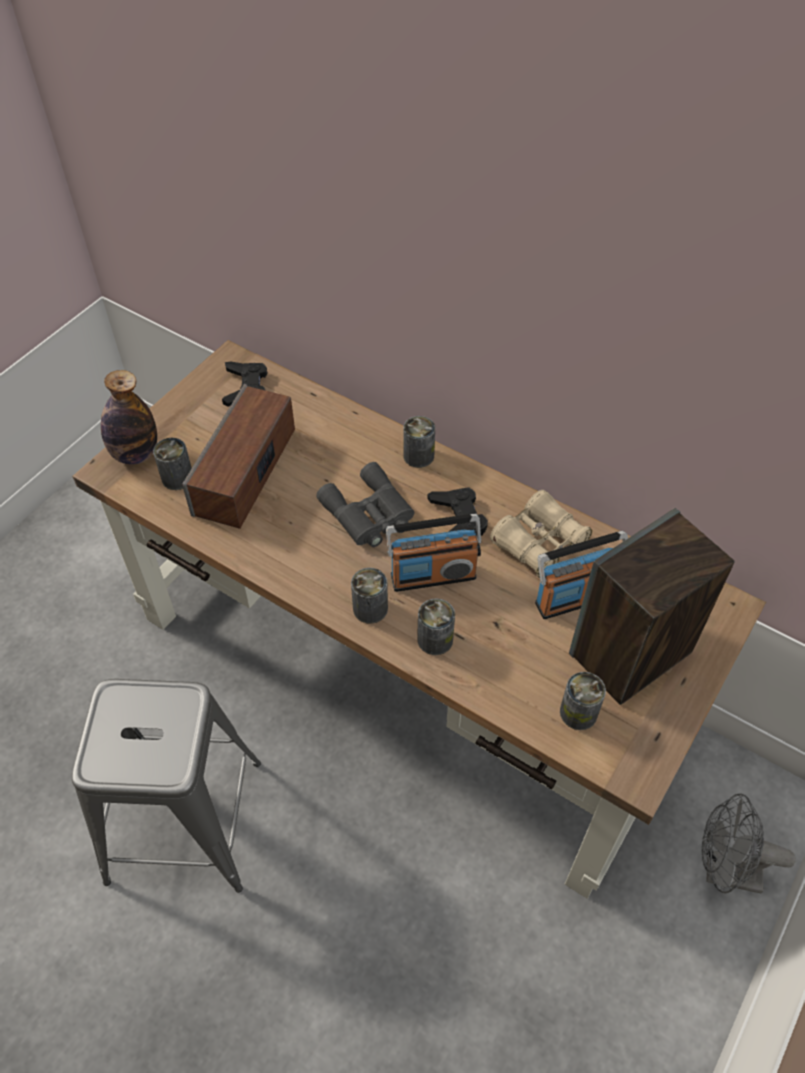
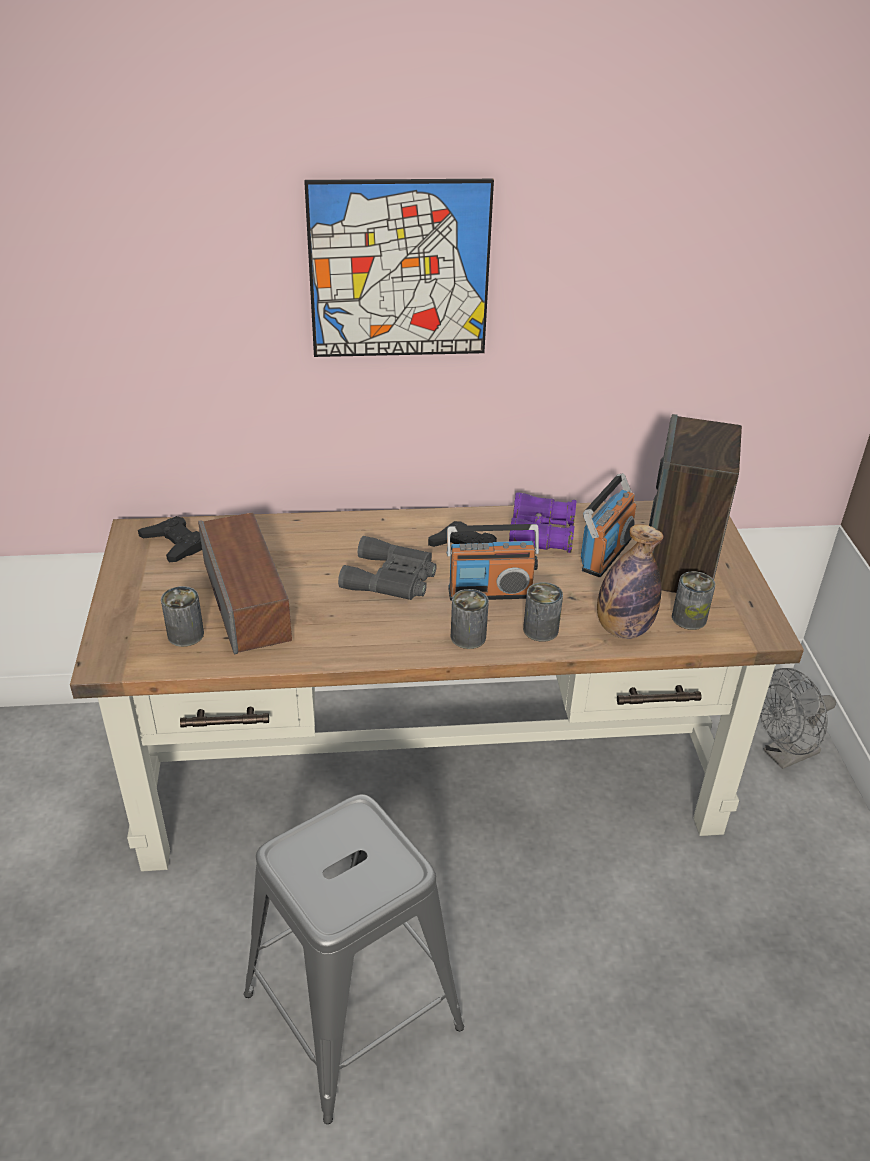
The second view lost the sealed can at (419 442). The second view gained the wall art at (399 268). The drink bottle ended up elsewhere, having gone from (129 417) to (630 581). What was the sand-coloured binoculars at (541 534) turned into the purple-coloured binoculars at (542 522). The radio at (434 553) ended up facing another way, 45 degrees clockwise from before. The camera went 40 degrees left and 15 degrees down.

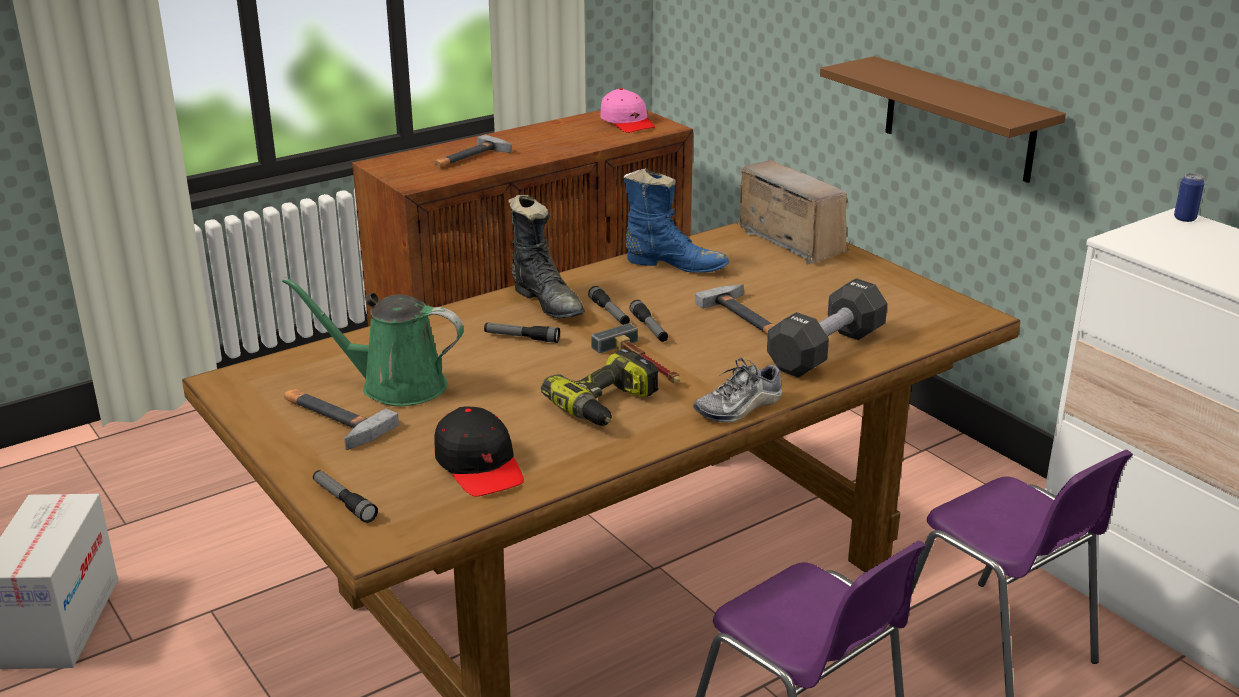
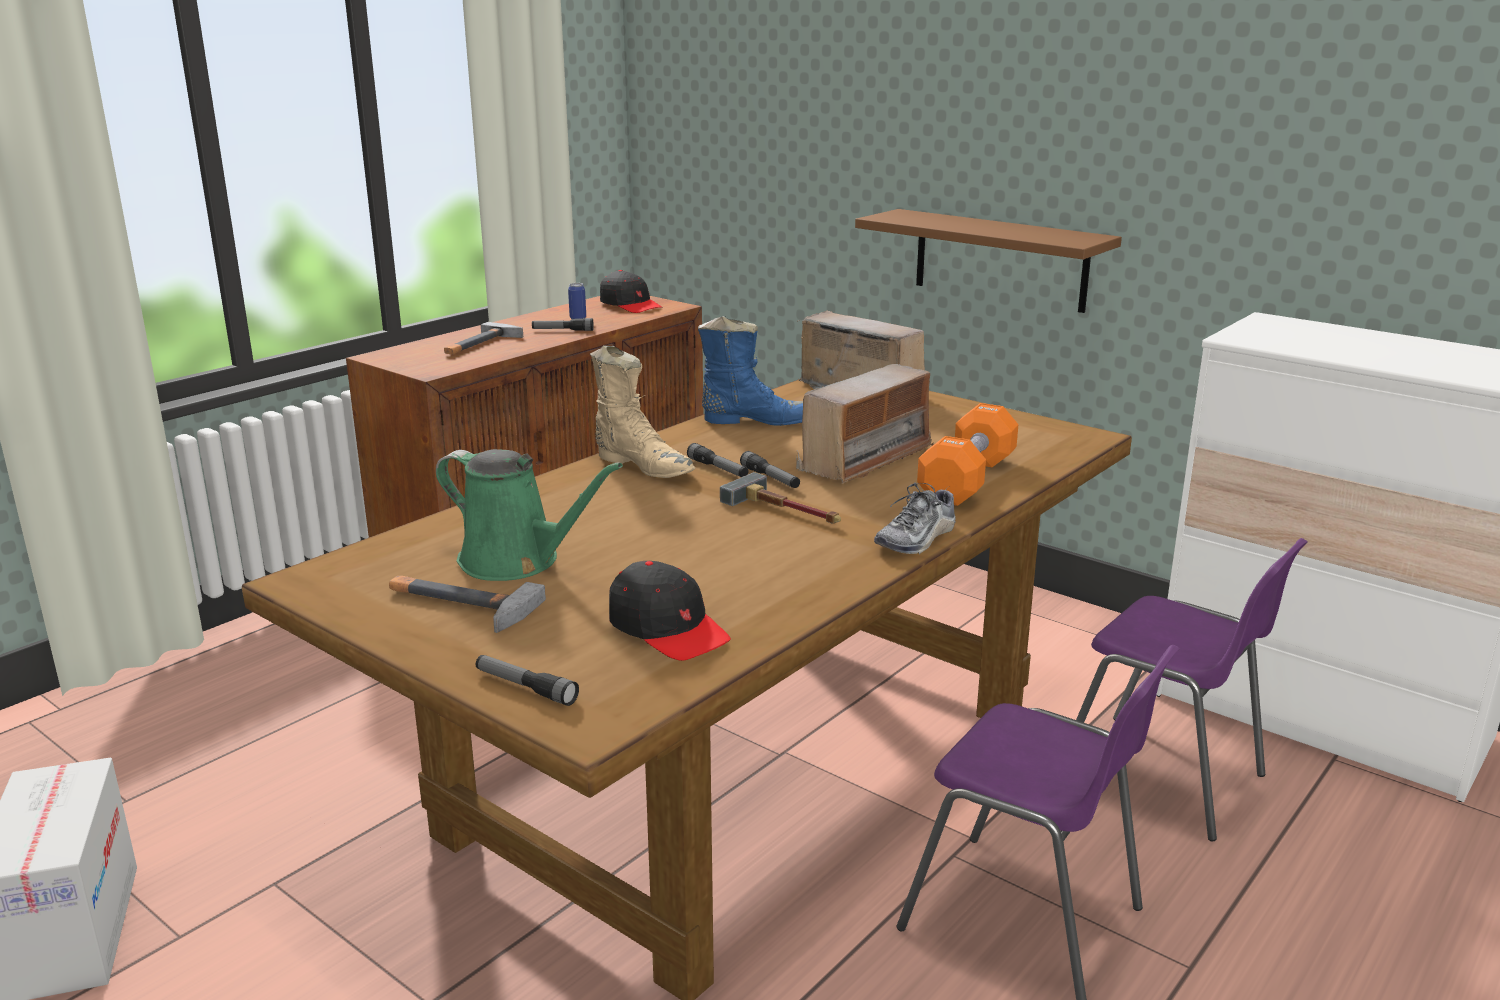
The second view lost the power drill at (599 387). The hand torch ended up elsewhere, having gone from (522 333) to (563 324). The sealed can ended up elsewhere, having gone from (1189 197) to (577 301). Where the tool hammer stood at (735 309), the radio came to stand at (865 424). What was the black high-top boot at (546 257) turned into the sand-coloured high-top boot at (642 412). What was the pinkish baseball cap at (627 110) turned into the black baseball cap at (631 291). What was the black hand weight at (827 328) turned into the orangey hand weight at (967 454). The green-coloured watering can at (373 341) ended up facing another way, 150 degrees counterclockwise from before. The camera went 15 degrees left and 5 degrees down.

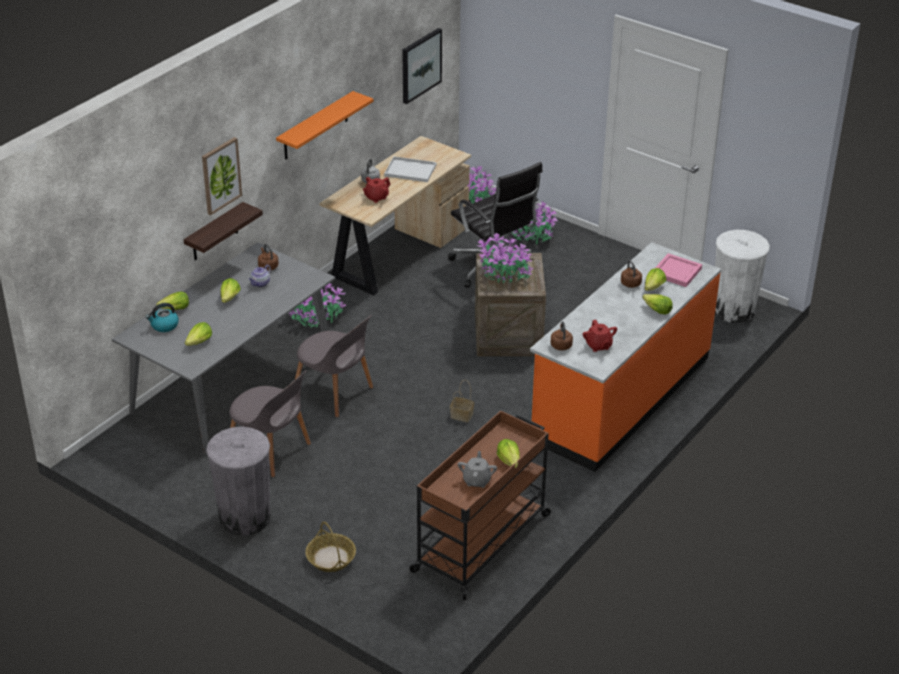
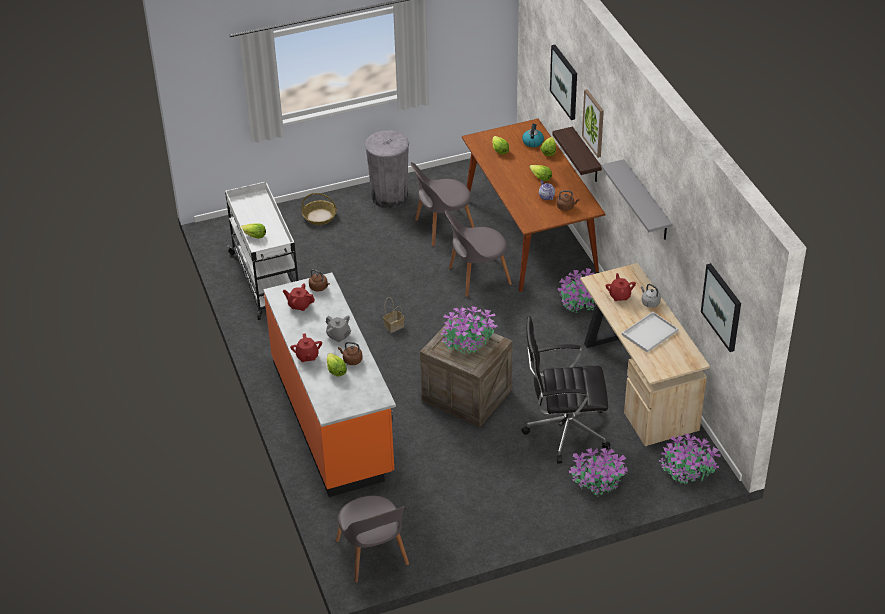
The second view lost the pinkish tray at (678 270). The second view gained the wall art at (563 82). The gray tea pot ended up elsewhere, having gone from (477 469) to (338 329). Where the lettuce head stood at (657 304), the red-coloured tea pot came to stand at (306 347). Where the whitish trash can stood at (742 276), the gray plain chair came to stand at (372 539). What was the gray kitchen table at (223 348) turned into the brown kitchen table at (534 205). What was the orangey wall shelf at (325 125) turned into the gray wall shelf at (636 199). What was the brown wheeled cart at (479 505) turned into the whitish wheeled cart at (261 250). The camera went 125 degrees right and 5 degrees up.

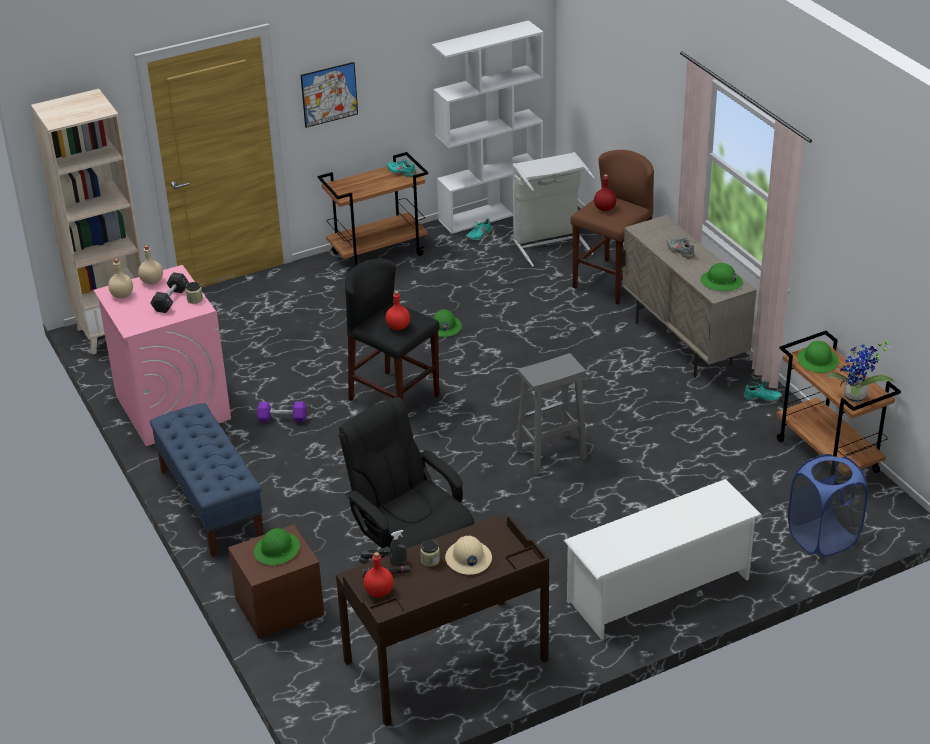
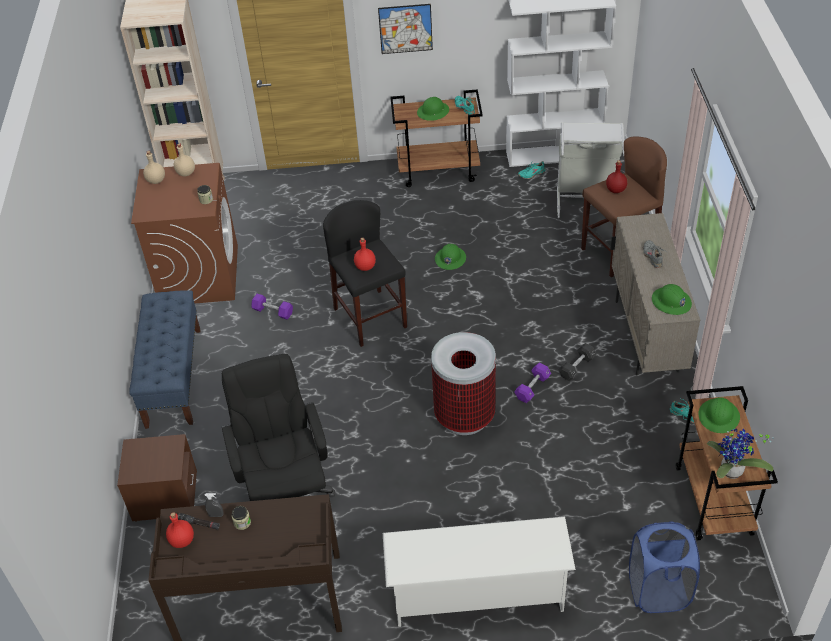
The second view lost the sand-coloured safety helmet at (468 555). The second view gained the purple-coloured hand weight at (532 383). The black hand weight ended up elsewhere, having gone from (169 292) to (577 362). The green-coloured safety helmet ended up elsewhere, having gone from (277 546) to (433 109). Where the gray sitting stool stood at (551 414), the trash can came to stand at (463 383). What was the pinkish laundry appliance at (162 355) turned into the brown laundry appliance at (184 233). The camera went 25 degrees right and 10 degrees up.

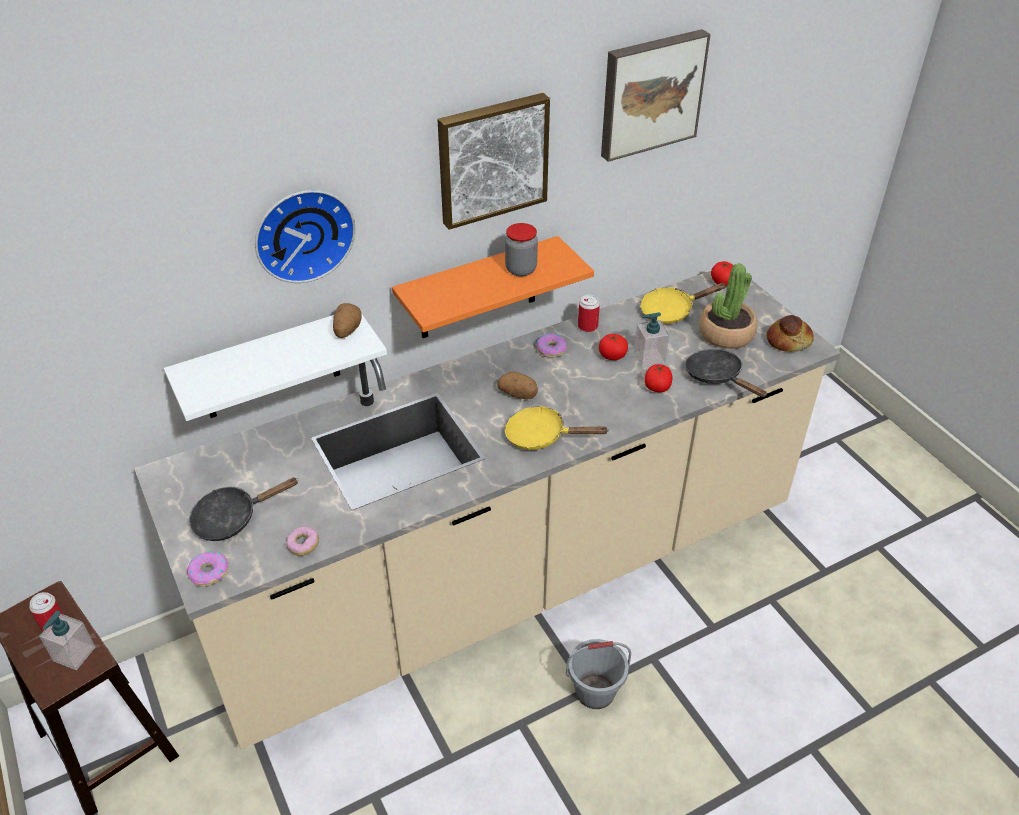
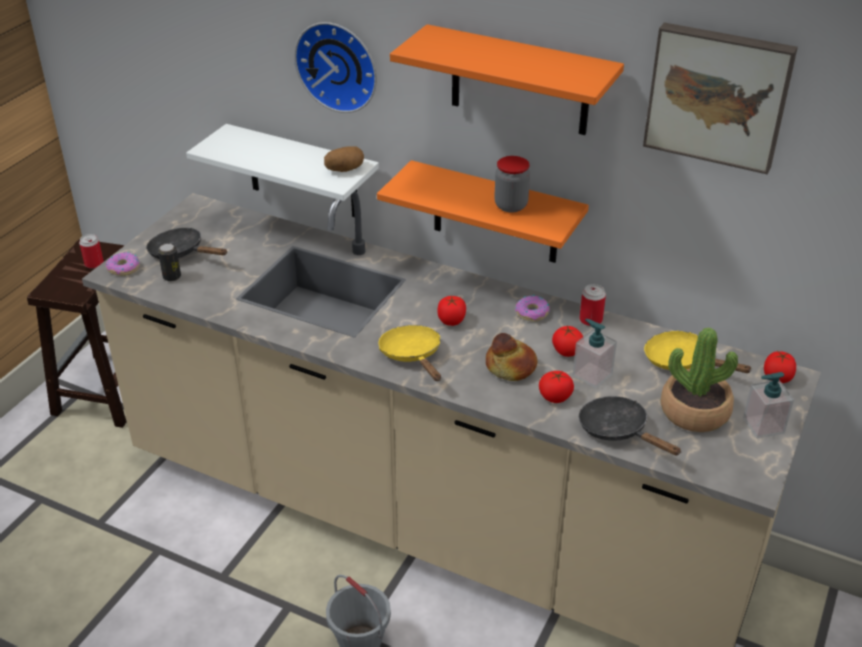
The second view lost the doughnut at (302 541). The second view gained the sealed can at (169 262). The soap bottle ended up elsewhere, having gone from (67 640) to (768 405). The bakery bread ended up elsewhere, having gone from (790 333) to (512 357). Where the wall art hung at (493 161), the orangey wall shelf came to hang at (507 79). Where the spud stood at (517 385), the whole tomato came to stand at (451 311). The black skillet at (726 373) ended up facing another way, 60 degrees counterclockwise from before. The camera went 55 degrees right and 5 degrees down.

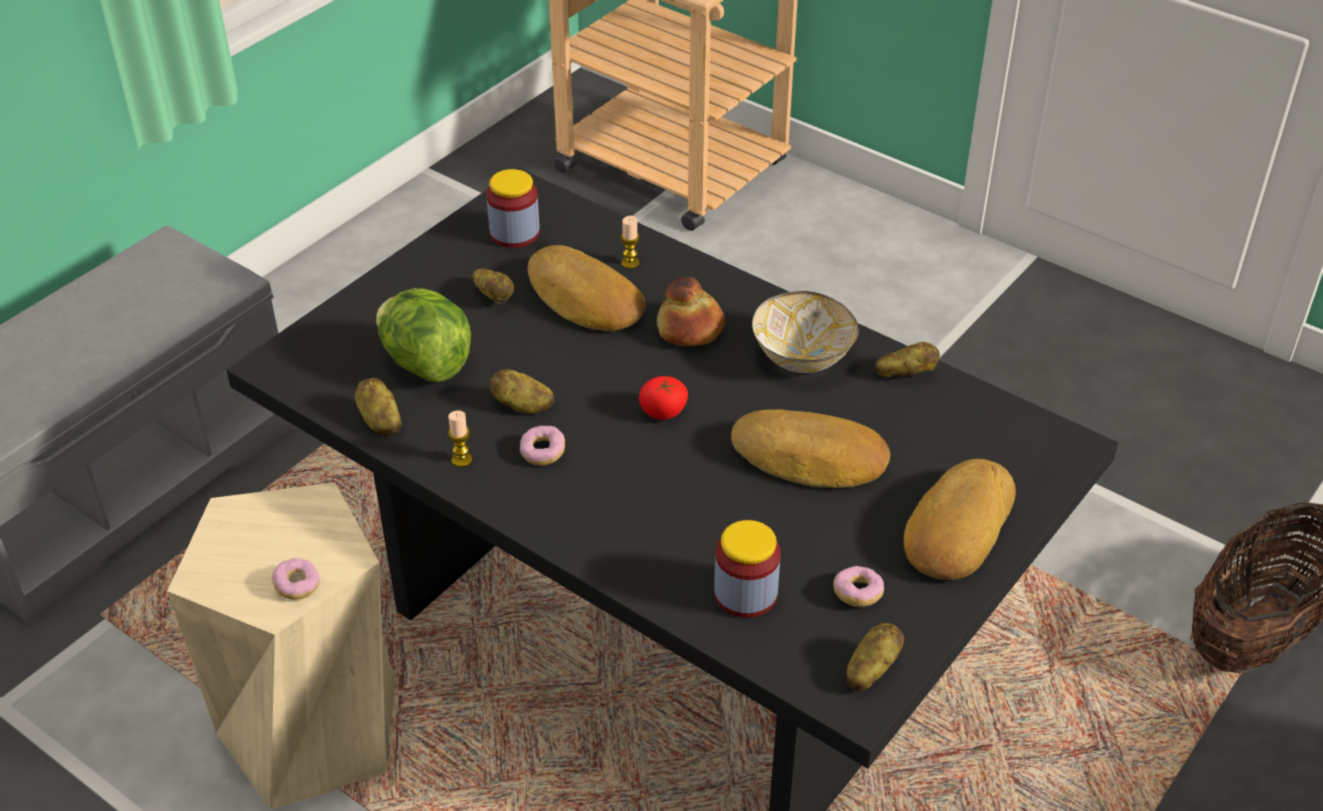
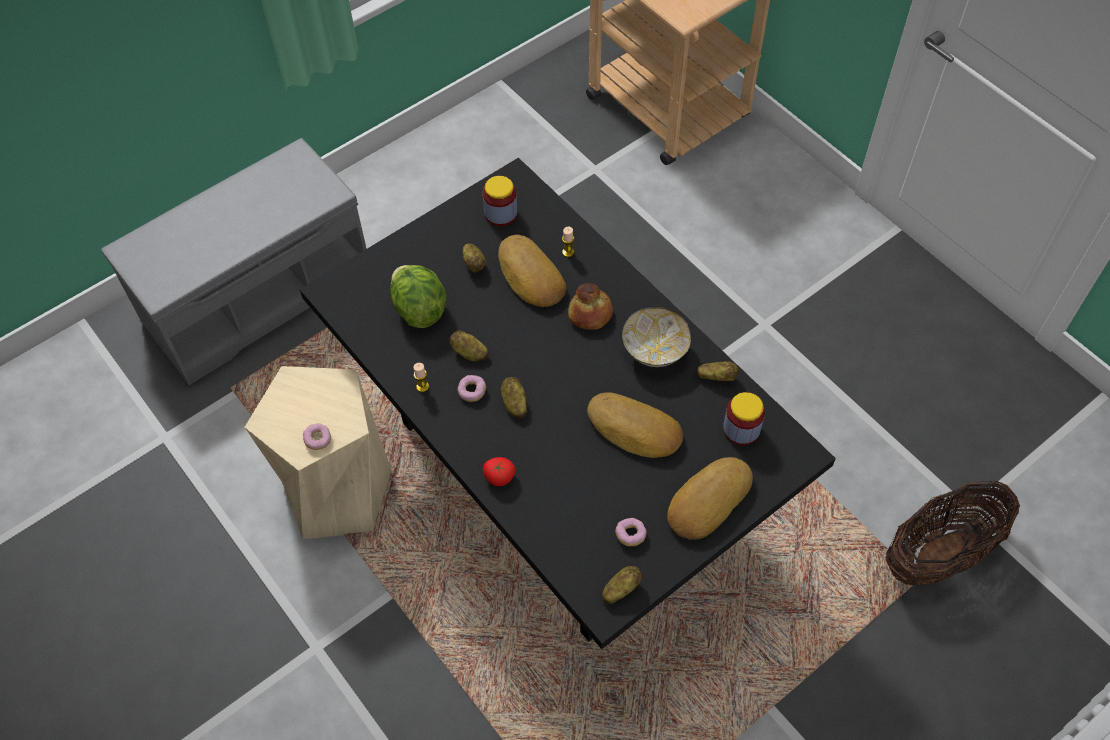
The spud ended up elsewhere, having gone from (378 407) to (514 397). The whole tomato ended up elsewhere, having gone from (663 398) to (499 471). The storage jar ended up elsewhere, having gone from (747 569) to (744 418). The camera went 15 degrees right and 15 degrees up.

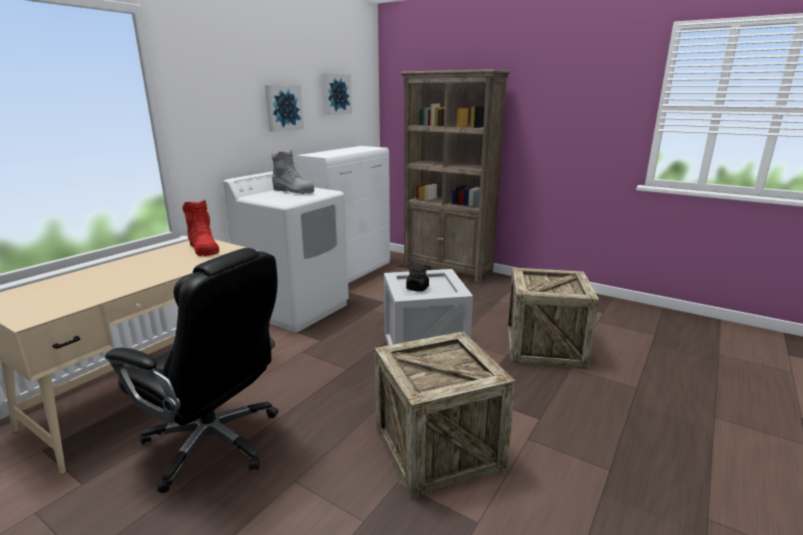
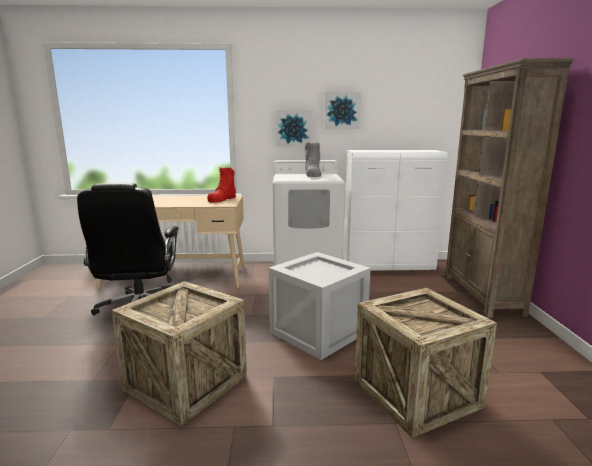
The second view lost the black storage jar at (417 278). The wall art ended up elsewhere, having gone from (337 94) to (293 128). The camera went 55 degrees right and 5 degrees down.

